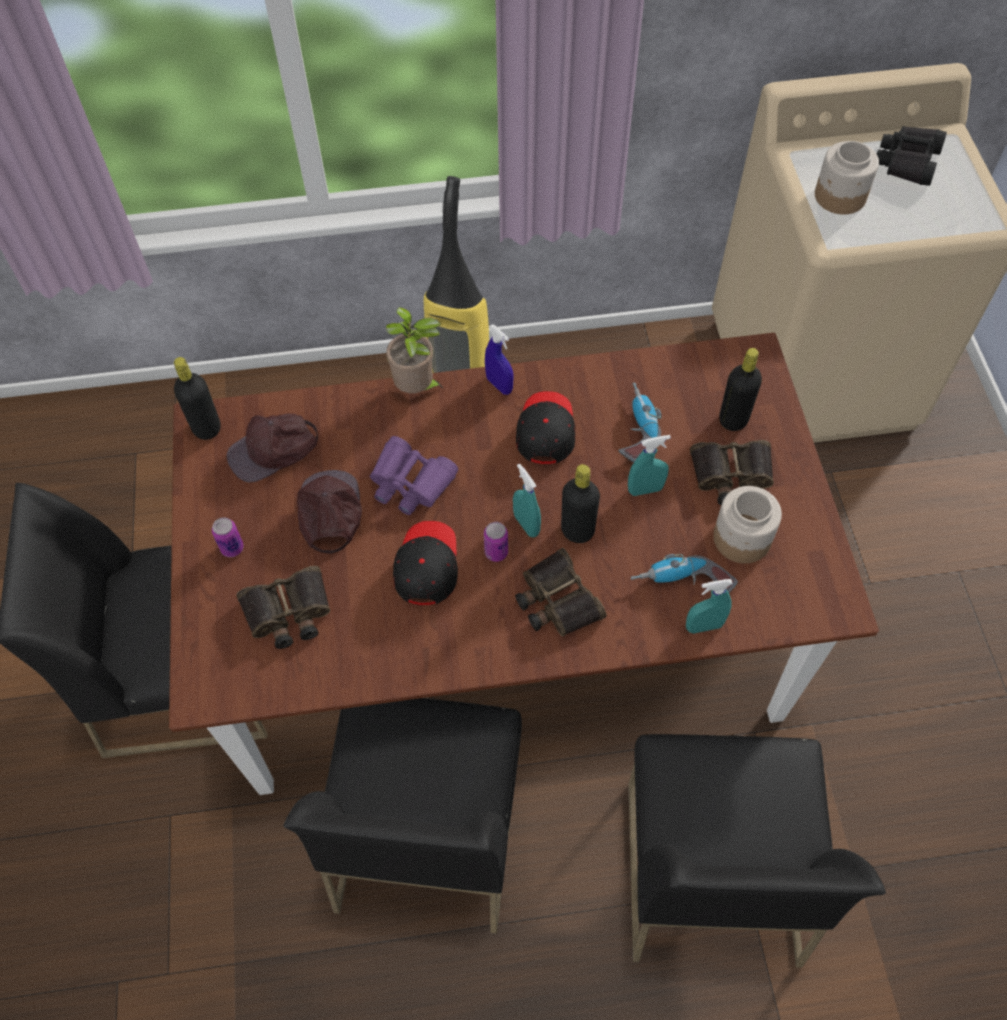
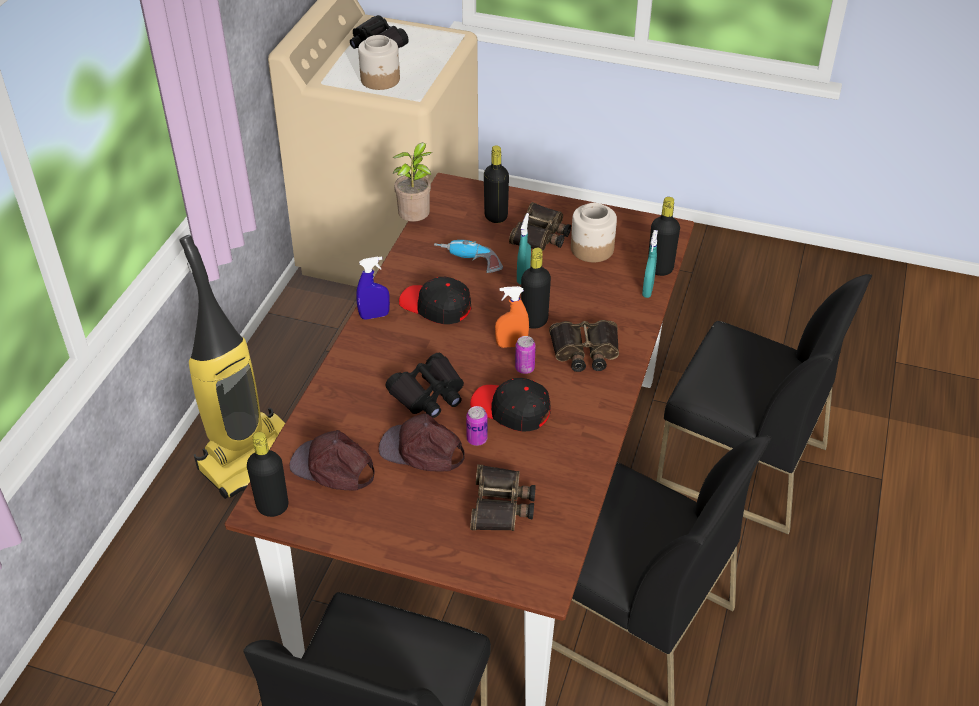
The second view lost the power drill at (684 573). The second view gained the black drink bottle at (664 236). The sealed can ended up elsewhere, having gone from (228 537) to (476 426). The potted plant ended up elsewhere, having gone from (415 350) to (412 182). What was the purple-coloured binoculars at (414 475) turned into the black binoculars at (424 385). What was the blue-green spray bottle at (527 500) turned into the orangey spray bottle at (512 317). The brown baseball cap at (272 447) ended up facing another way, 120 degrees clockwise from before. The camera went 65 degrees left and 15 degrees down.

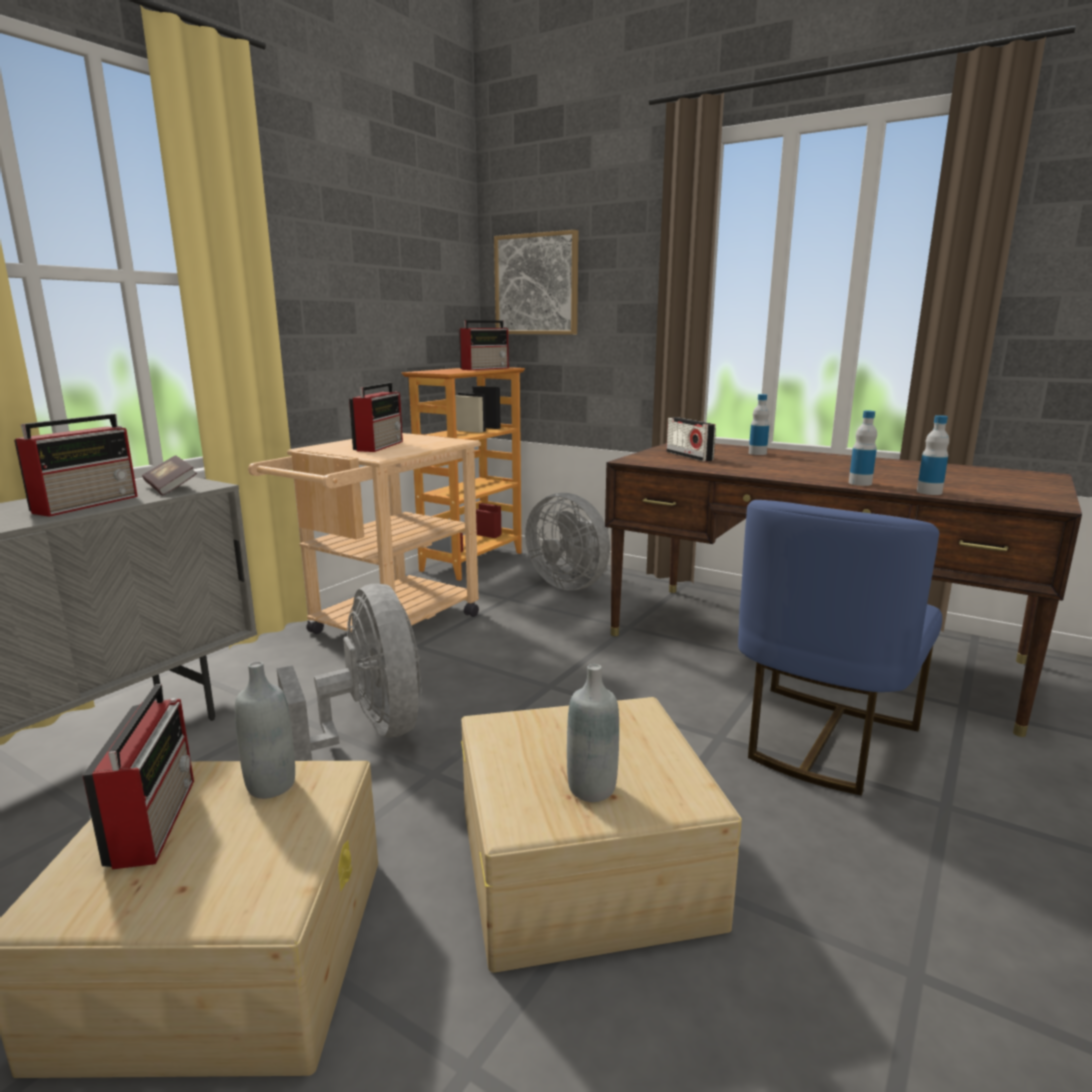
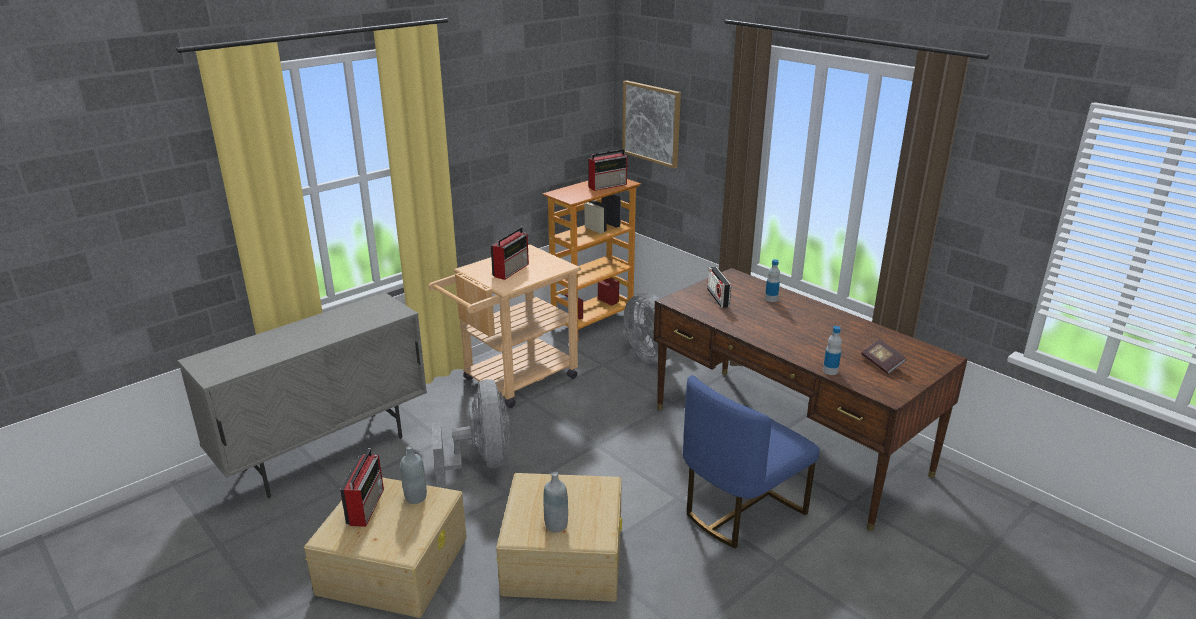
The second view lost the radio at (76 465). The second view lost the drink bottle at (863 448). The volume ended up elsewhere, having gone from (169 475) to (883 356). The camera went 15 degrees right and 10 degrees up.

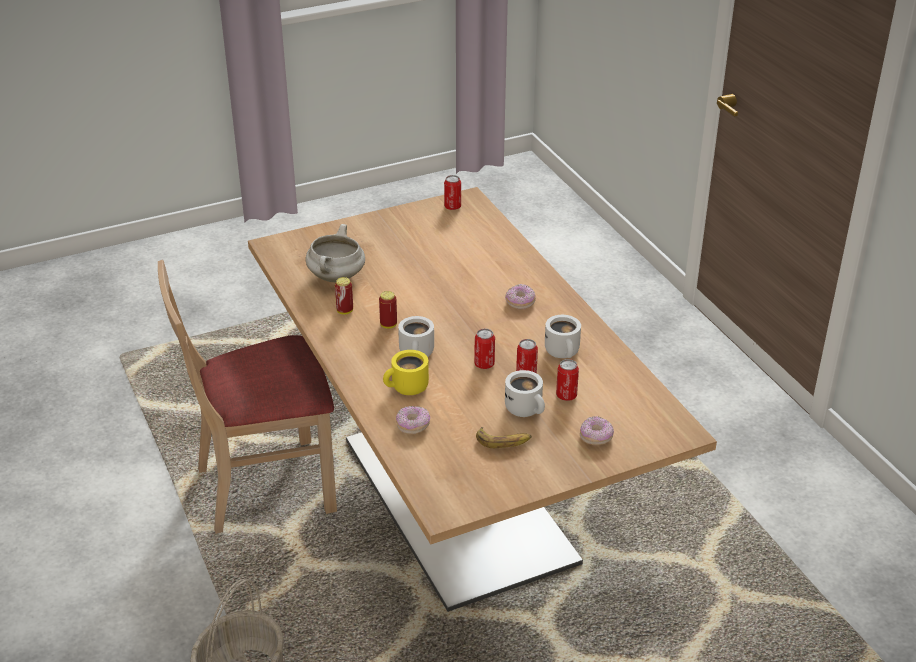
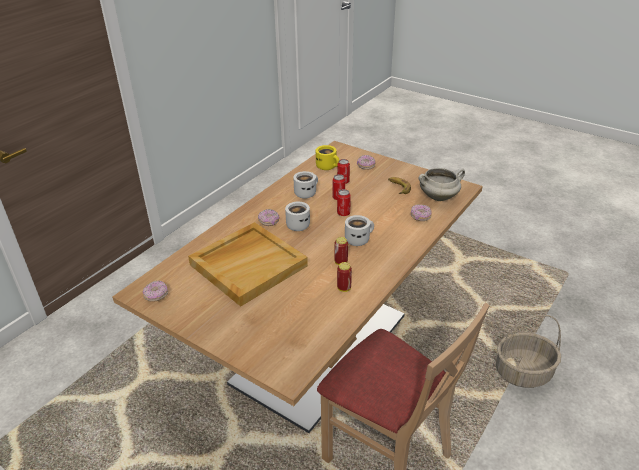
The second view gained the sand-coloured tray at (248 264). The whitish cooking pot ended up elsewhere, having gone from (335 253) to (442 184). The yellowish tea mug ended up elsewhere, having gone from (406 372) to (327 157). The whitish tea mug ended up elsewhere, having gone from (525 393) to (297 216). Where the sealed can stood at (452 192), the doughnut came to stand at (155 291). The camera went 120 degrees left and 0 degrees up.

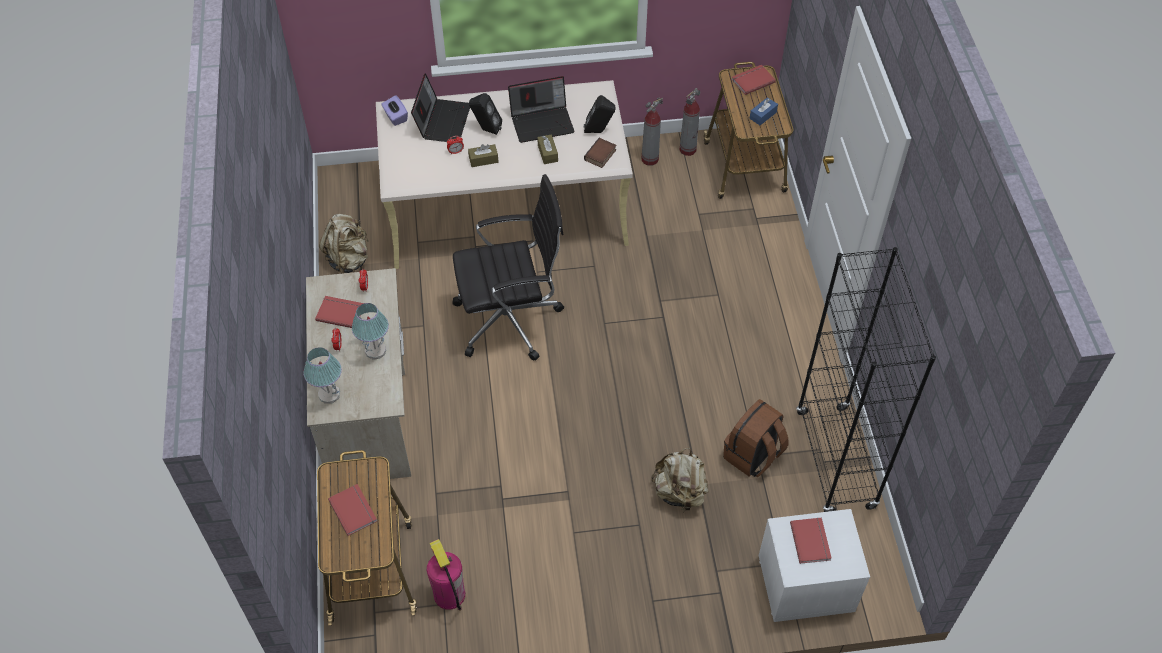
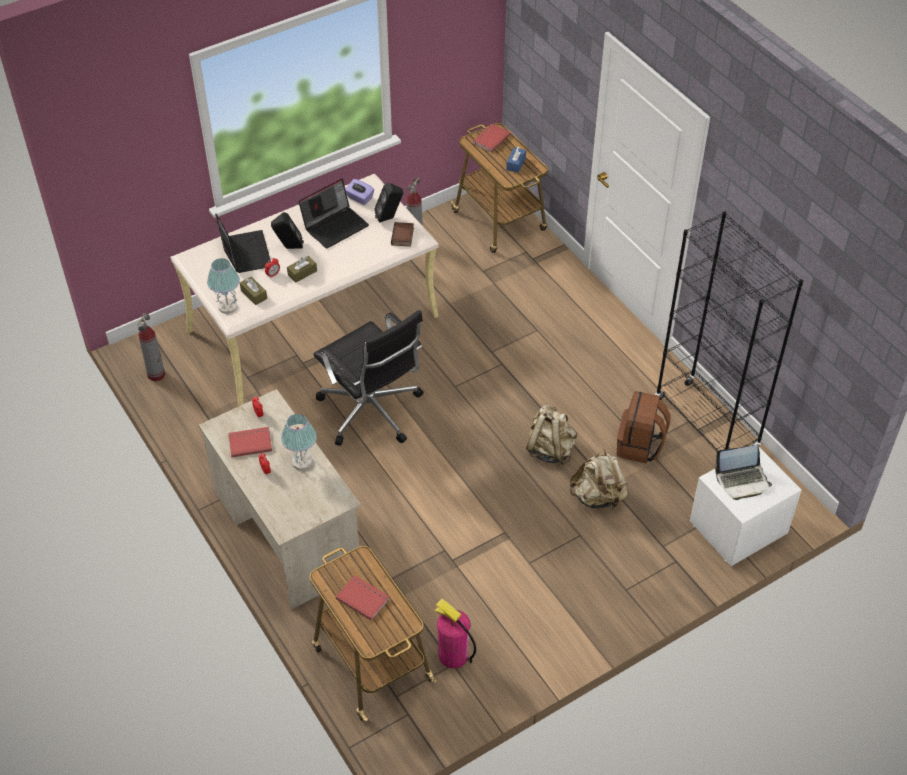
The tabletop lamp ended up elsewhere, having gone from (322 375) to (223 286). The sand-coloured knapsack ended up elsewhere, having gone from (343 244) to (551 435). The purple-coloured box of tissues ended up elsewhere, having gone from (394 110) to (359 192). The brown box of tissues ended up elsewhere, having gone from (547 149) to (253 290). The fire-fighting cylinder ended up elsewhere, having gone from (689 122) to (151 347). Where the red-coloured volume stood at (811 541), the portable computer came to stand at (743 472). The black desk chair at (508 267) ended up facing another way, 90 degrees clockwise from before. The camera went 25 degrees left and 5 degrees down.

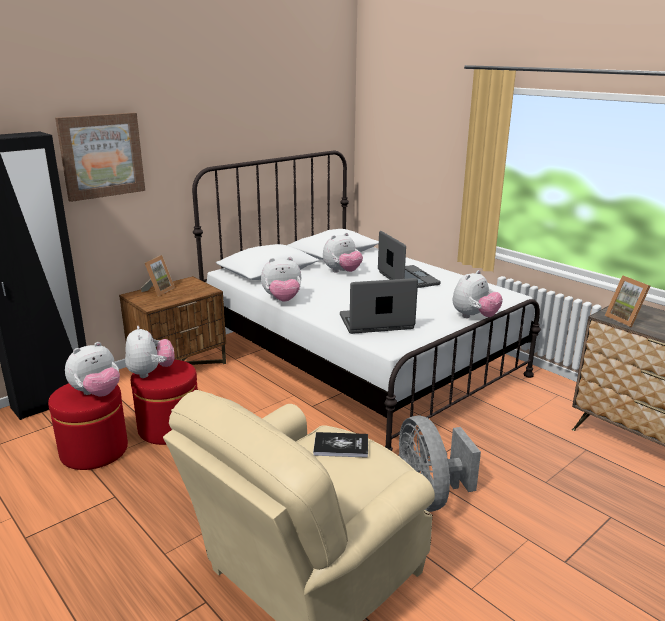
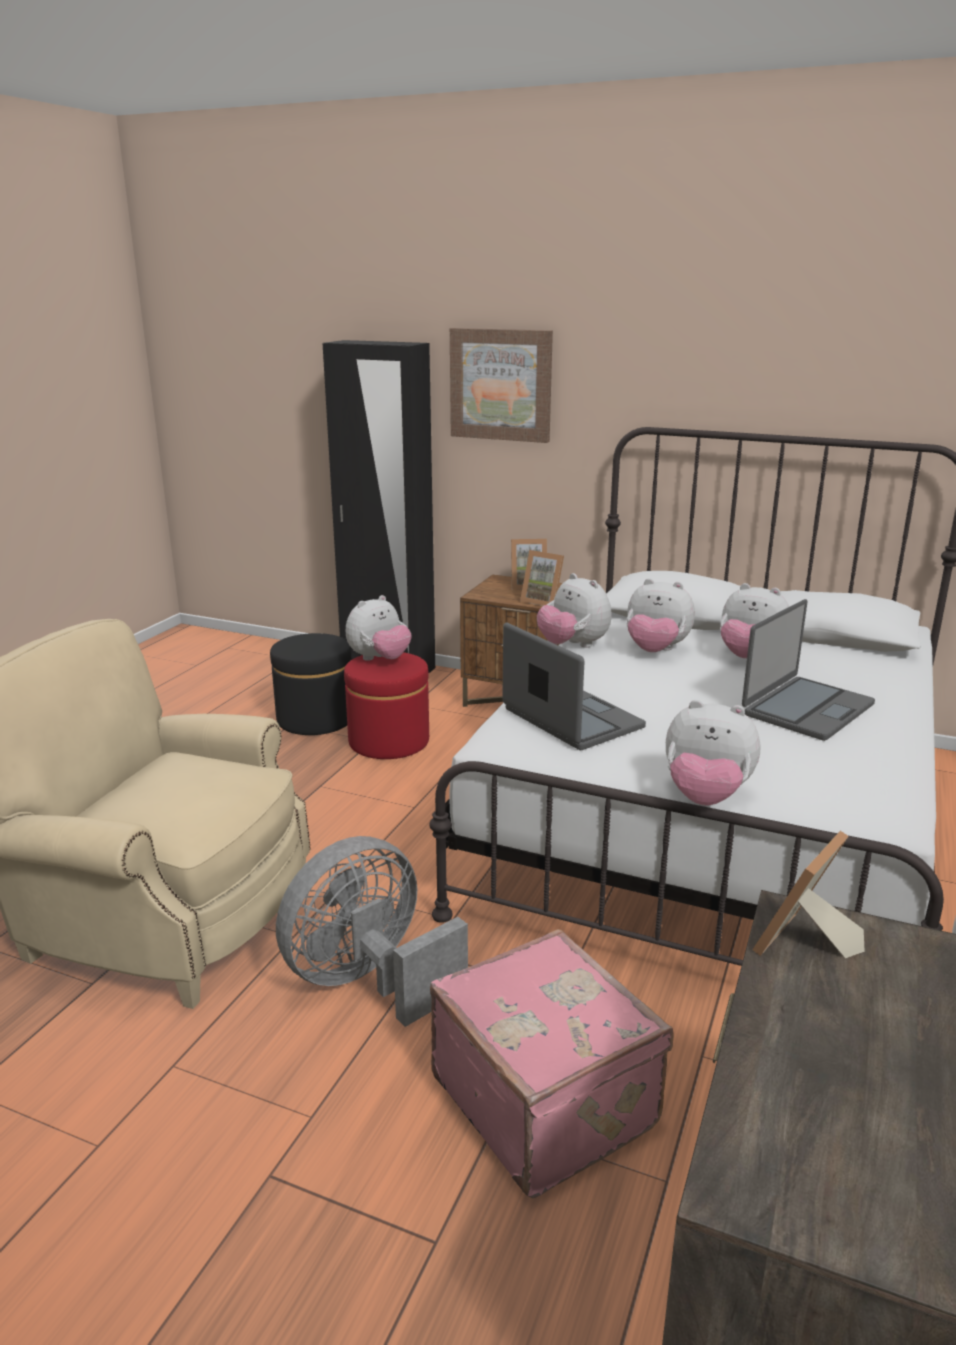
The second view lost the volume at (340 445). The second view gained the pinkish piece of luggage at (552 1063). The second view gained the picture frame at (542 578). The soft toy ended up elsewhere, having gone from (92 369) to (661 615). What was the red-coloured footrest at (88 426) turned into the black footrest at (310 684). The camera went 65 degrees right and 0 degrees up.

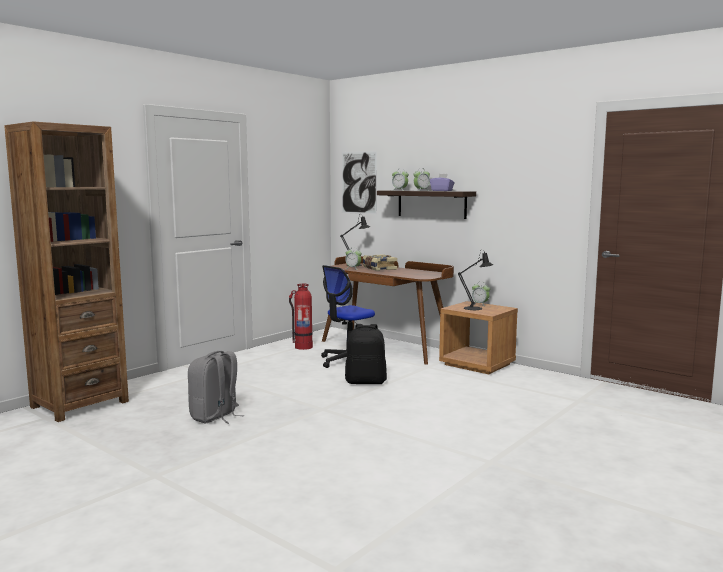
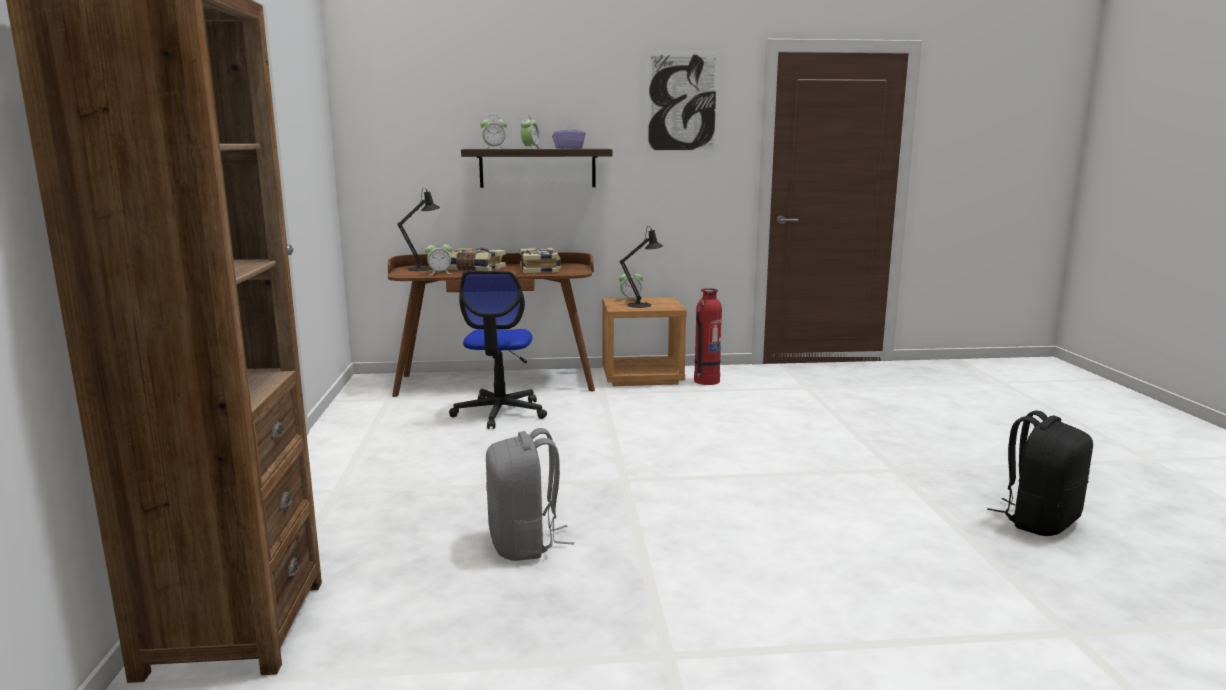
The second view gained the volume at (540 260). The fire-fighting cylinder ended up elsewhere, having gone from (301 317) to (708 336). The wall art ended up elsewhere, having gone from (359 182) to (682 102). The black knapsack ended up elsewhere, having gone from (366 354) to (1040 473). The camera went 45 degrees left and 5 degrees up.

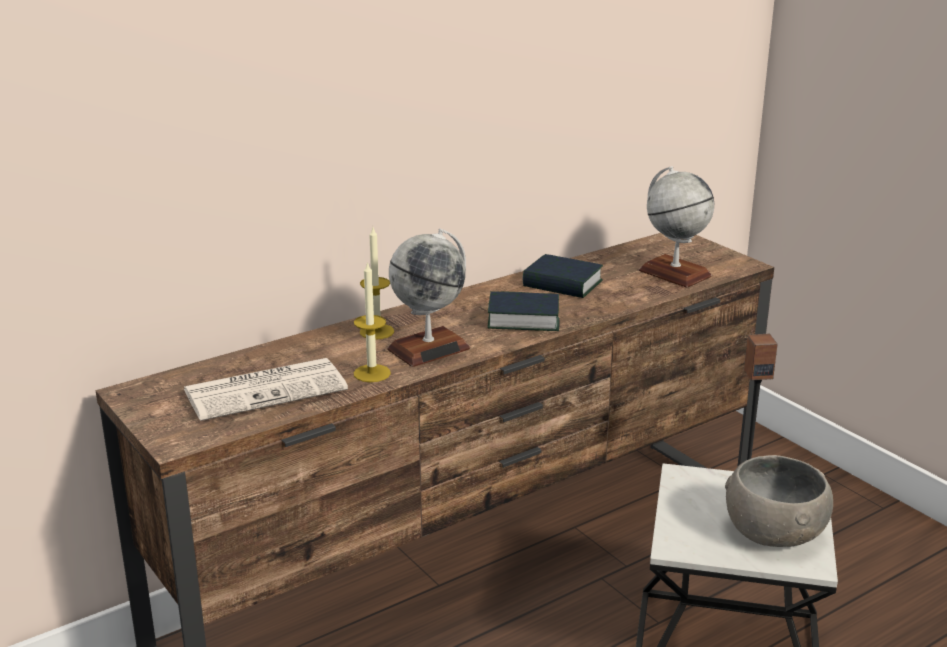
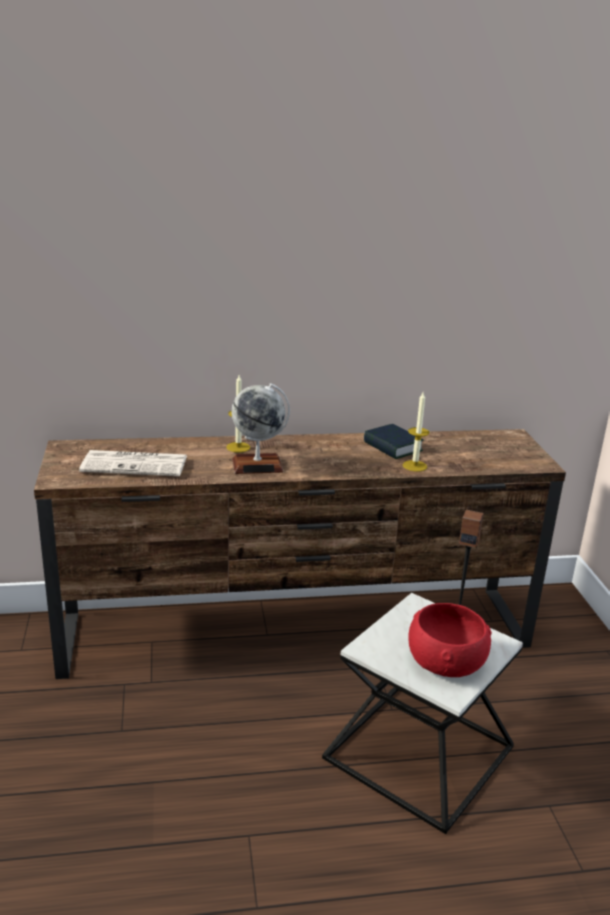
The second view lost the volume at (523 311). The second view lost the desk globe at (676 227). The wax light ended up elsewhere, having gone from (372 321) to (416 432). What was the gray bowl at (779 501) turned into the red-coloured bowl at (450 640). The camera went 25 degrees right and 0 degrees up.

